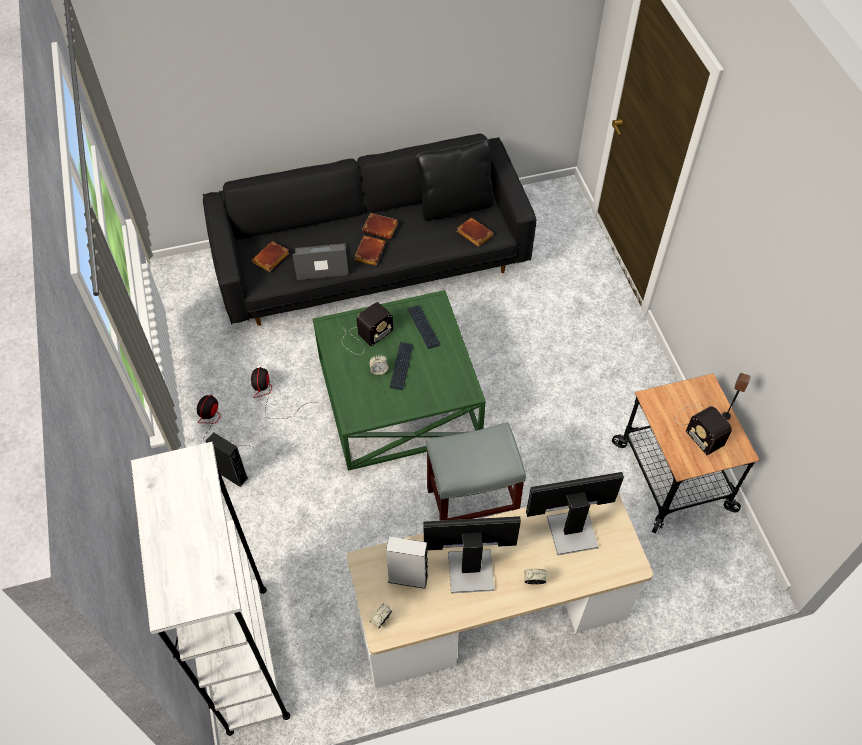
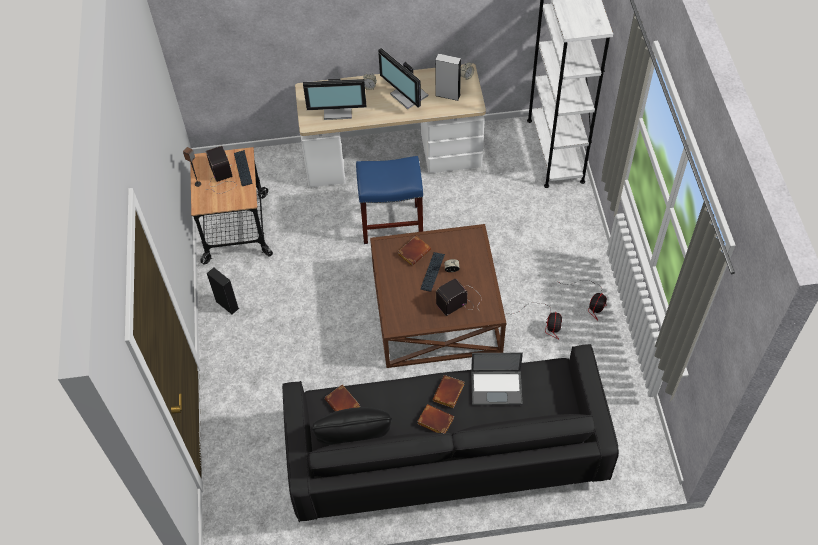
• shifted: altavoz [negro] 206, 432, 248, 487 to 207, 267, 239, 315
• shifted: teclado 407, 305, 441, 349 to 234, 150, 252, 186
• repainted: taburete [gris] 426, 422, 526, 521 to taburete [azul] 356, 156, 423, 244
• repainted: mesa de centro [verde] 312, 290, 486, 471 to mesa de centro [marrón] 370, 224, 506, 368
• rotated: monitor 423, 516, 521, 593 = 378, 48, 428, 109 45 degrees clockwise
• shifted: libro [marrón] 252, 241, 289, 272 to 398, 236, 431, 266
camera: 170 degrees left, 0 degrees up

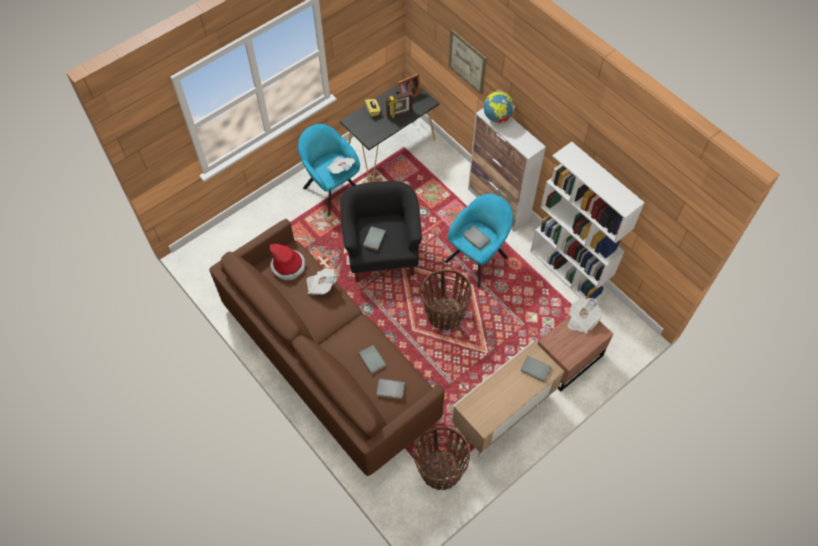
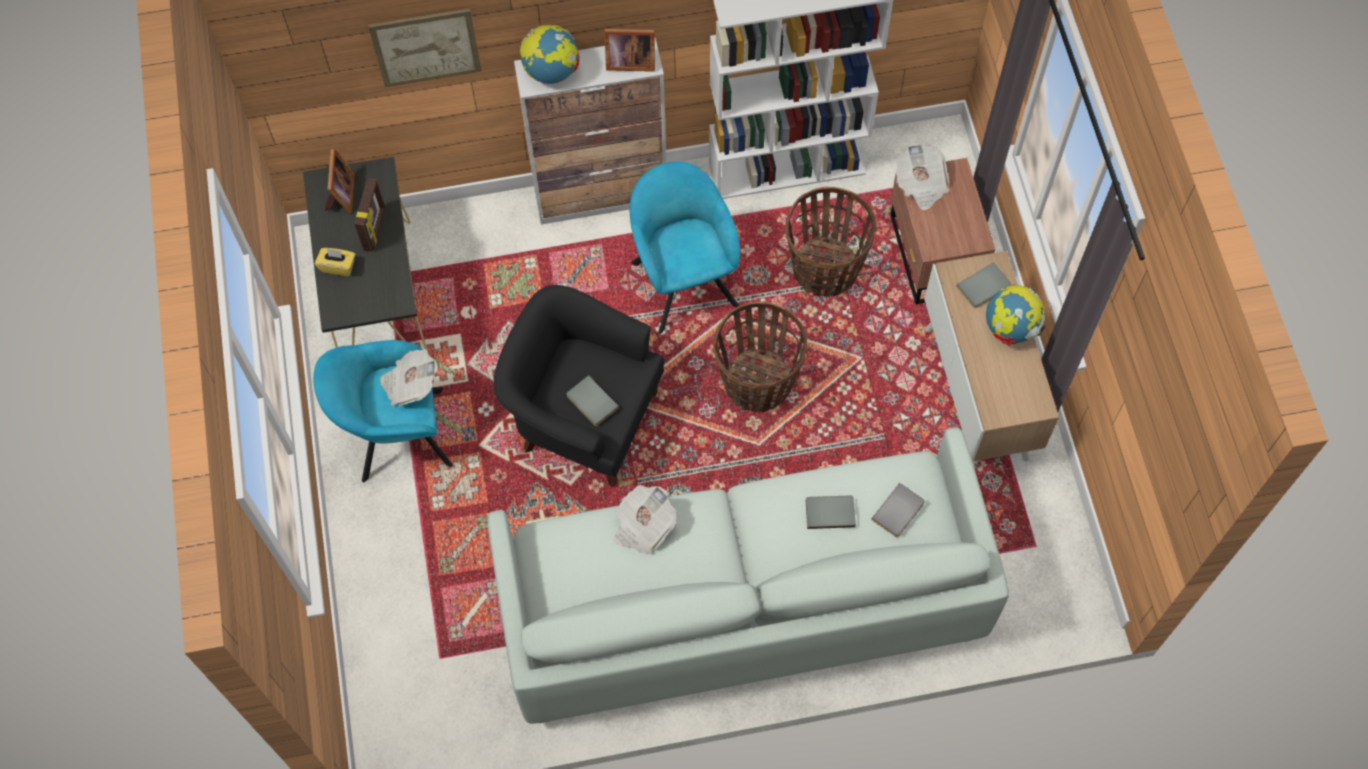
• repainted: sofá [marrón] 209, 219, 444, 476 to sofá [blanco] 488, 427, 1009, 724
• new: portarretratos 604, 29, 655, 72
• shifted: cesta 414, 427, 470, 490 to 785, 187, 877, 297
• new: globo terráqueo 986, 285, 1045, 346
• gone: sombrero 270, 244, 306, 280
• gone: libro [gris] 463, 225, 491, 250
camera: 60 degrees left, 5 degrees up

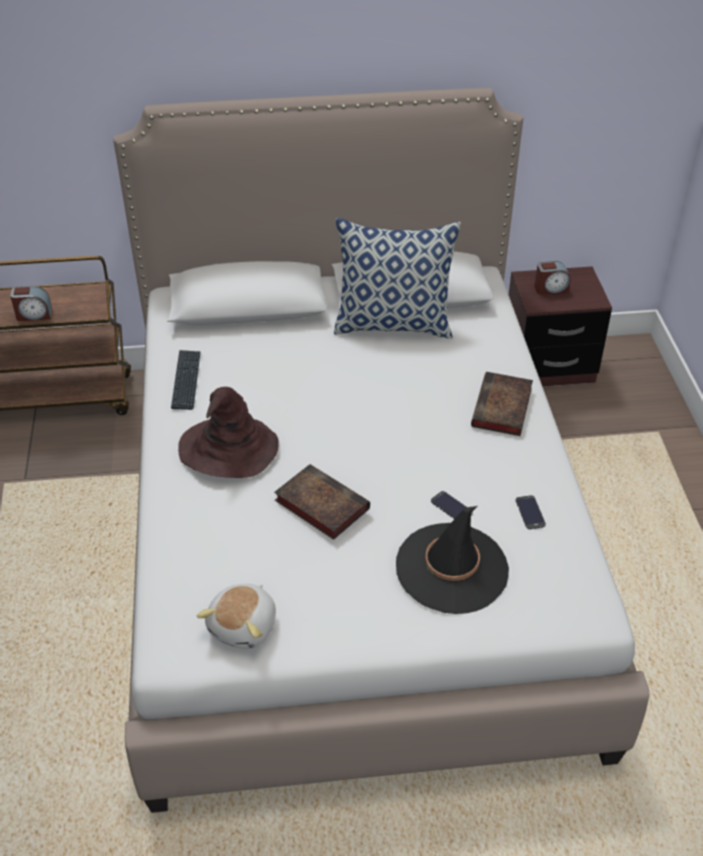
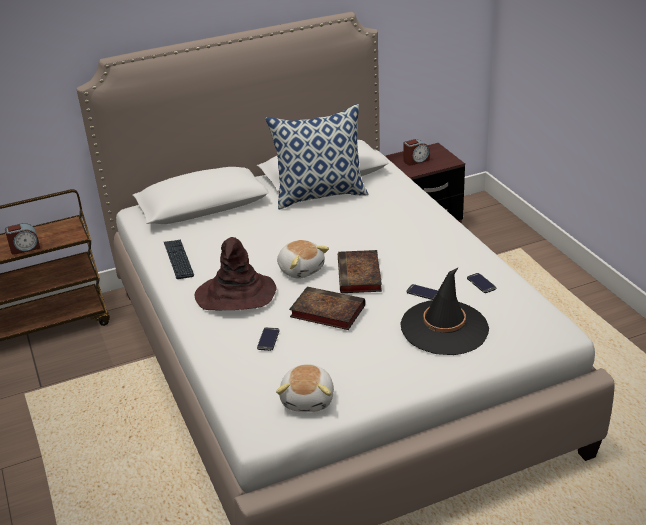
• new: móvil 257, 327, 279, 351
• new: peluche 277, 240, 329, 278
• shifted: libro 471, 372, 533, 436 to 338, 250, 382, 293
camera: 15 degrees left, 10 degrees down

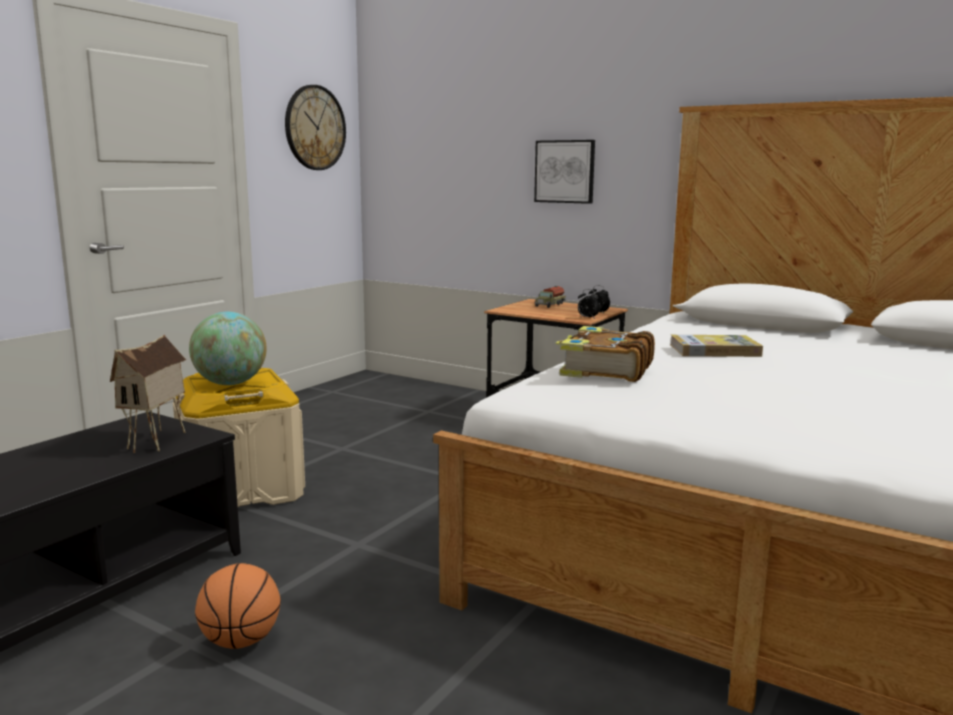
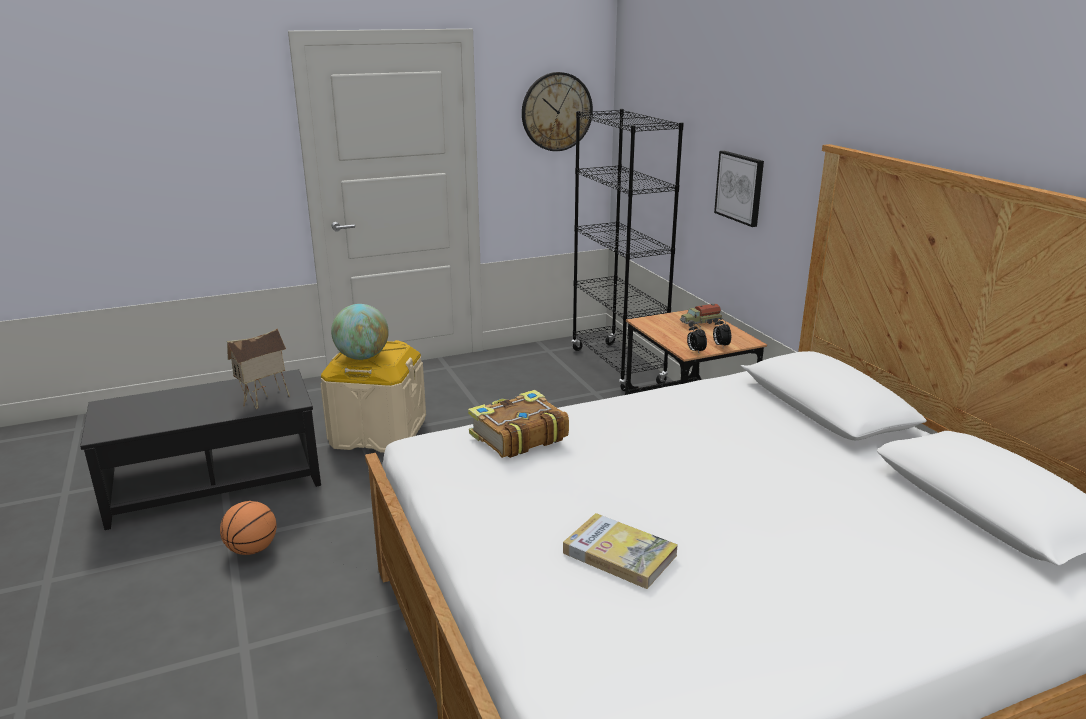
• shifted: libro 670, 335, 763, 357 to 563, 513, 678, 589
• new: estantería [negro] 571, 109, 684, 391
camera: 35 degrees right, 10 degrees up

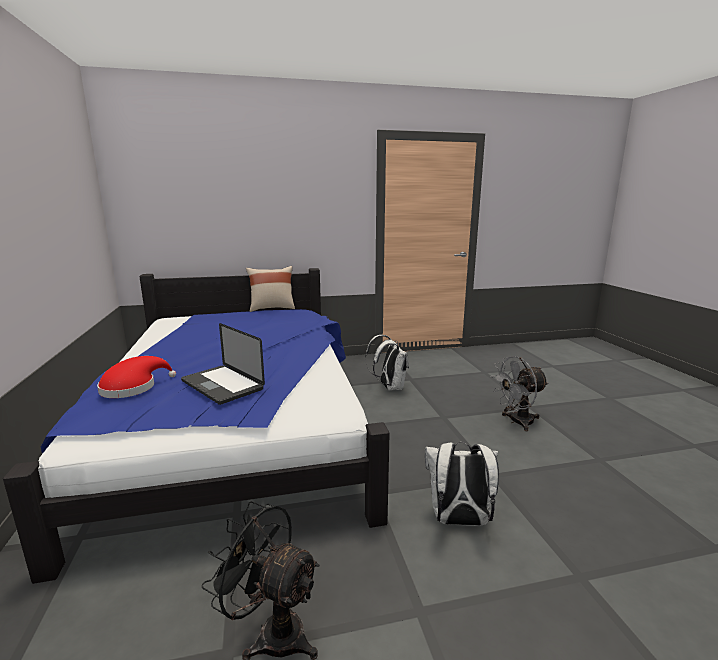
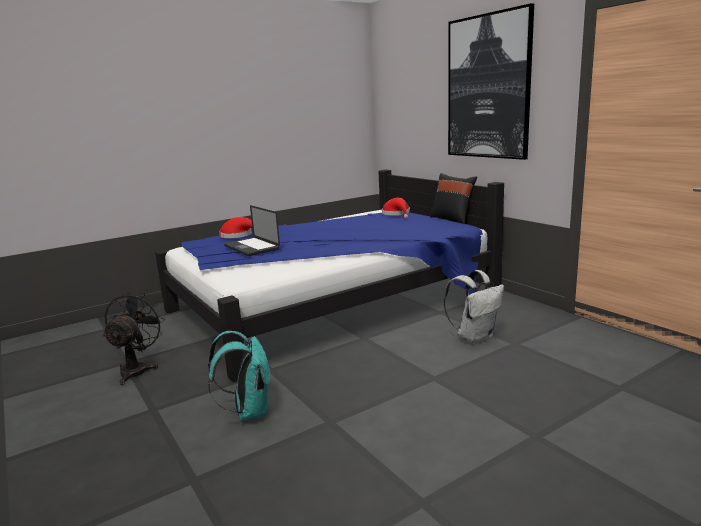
• repainted: mochila [blanco] 425, 442, 499, 526 to mochila [turquesa] 208, 331, 271, 420
• rotated: portátil 181, 323, 265, 405 = 224, 205, 280, 256 60 degrees counterclockwise
• new: sombrero [rojo] 382, 198, 410, 219
• repainted: cojín [beis] 246, 266, 295, 312 to cojín [negro] 430, 173, 477, 224
• new: cuadro 448, 3, 534, 160
• gone: ventilador [gris] 491, 356, 548, 431
camera: 70 degrees right, 0 degrees up

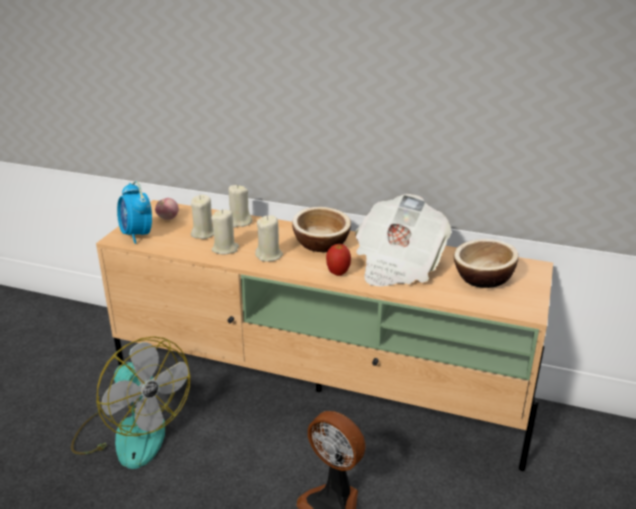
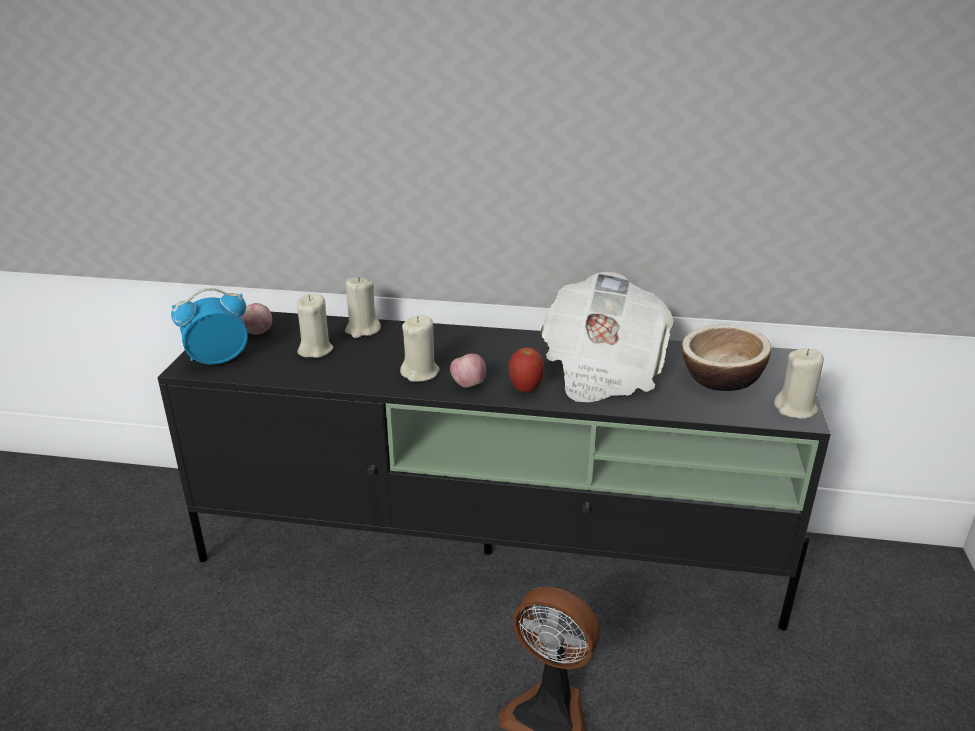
• repainted: mueble de televisión [beis] 96, 200, 553, 471 to mueble de televisión [negro] 157, 312, 831, 631
• rotated: despertador 117, 181, 152, 244 = 171, 288, 248, 365 105 degrees clockwise
• new: manzana 450, 354, 486, 388
• shifted: vela [beis] 211, 210, 239, 254 to 774, 348, 824, 419
• gone: ventilador 71, 336, 190, 469
• gone: cuenco 292, 207, 351, 253
camera: 10 degrees left, 0 degrees up

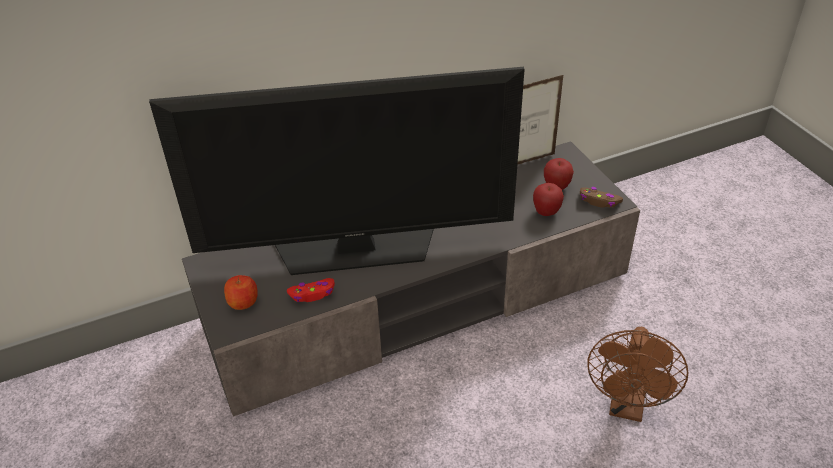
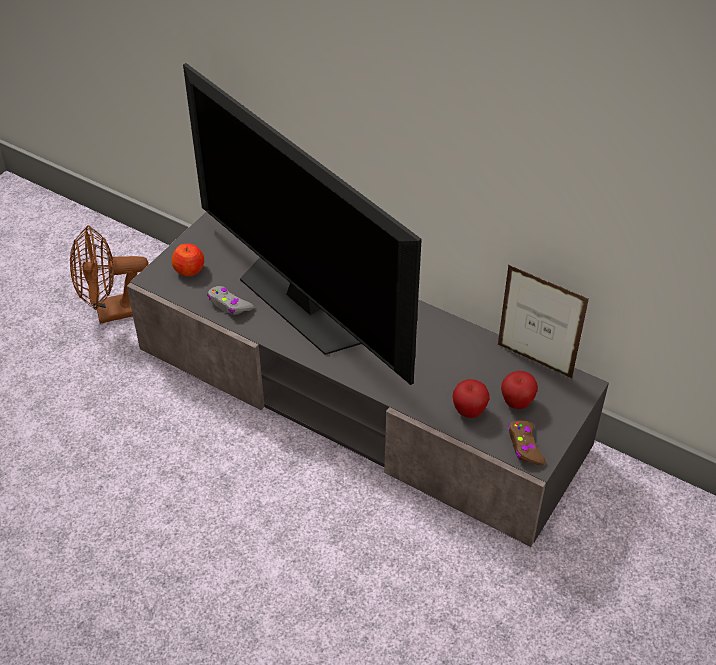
• shifted: ventilador [marrón] 587, 327, 689, 422 to 70, 225, 148, 324
• repainted: mando de consola [rojo] 287, 278, 335, 302 to mando de consola [gris] 207, 286, 254, 315
camera: 55 degrees right, 5 degrees up

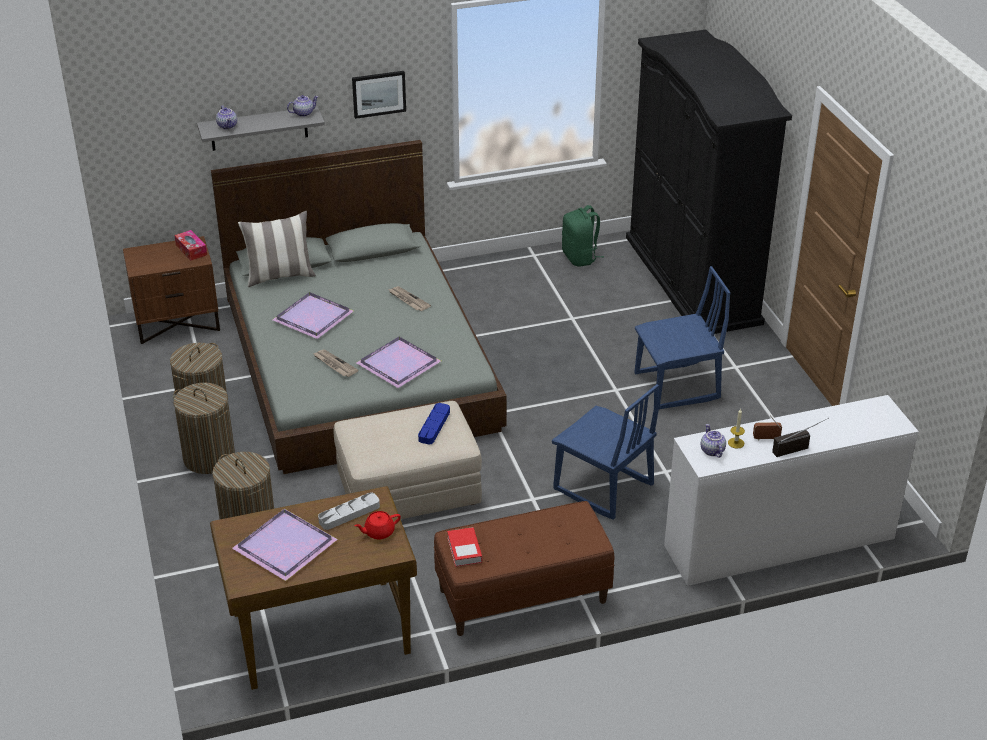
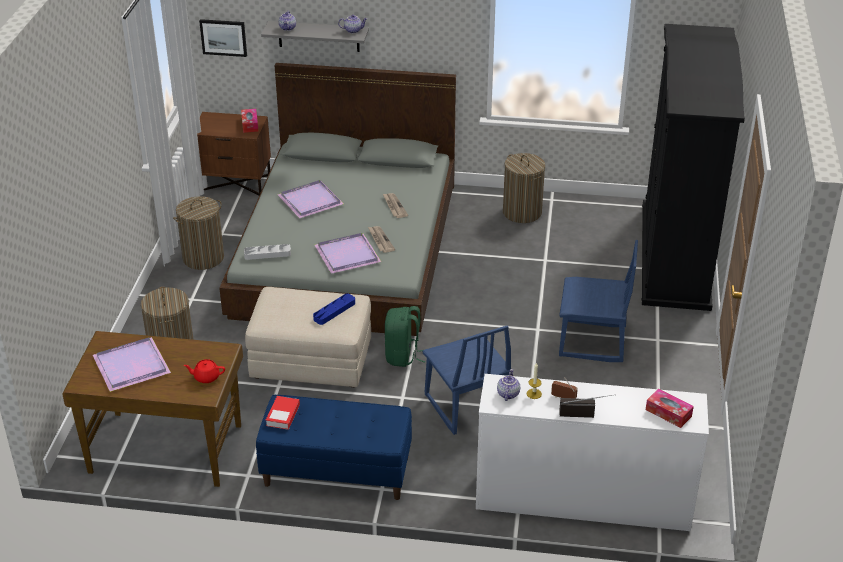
• shifted: cuadro 352, 71, 406, 119 to 199, 19, 247, 57
• shifted: bandeja [gris] 318, 493, 380, 530 to 244, 244, 291, 260
• repainted: banco [marrón] 434, 501, 614, 636 to banco [azul] 256, 395, 412, 500
• shifted: periódico 313, 350, 359, 377 to 368, 226, 395, 253
• shifted: mochila [verde] 562, 205, 604, 267 to 385, 306, 425, 367
• shifted: cesto de la ropa 173, 383, 235, 474 to 503, 153, 545, 223
• new: caja de pañuelos 646, 389, 694, 428
• gone: cojín 238, 211, 316, 287
camera: 25 degrees right, 0 degrees up

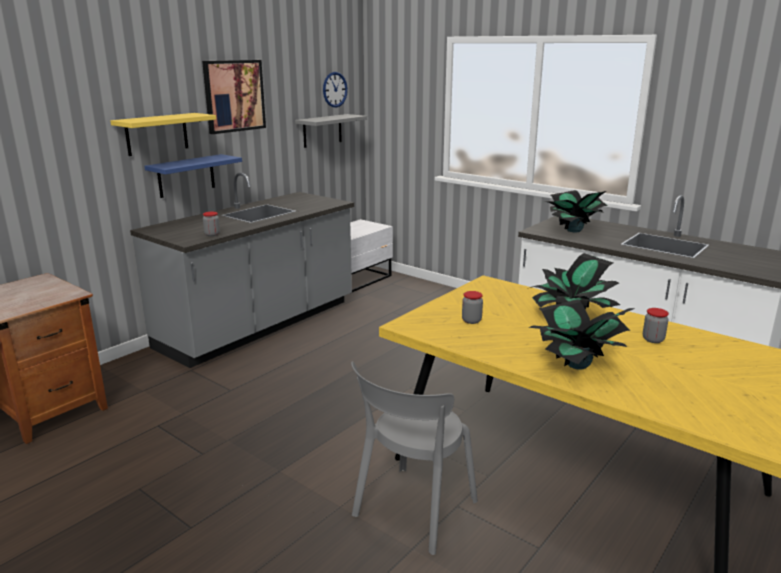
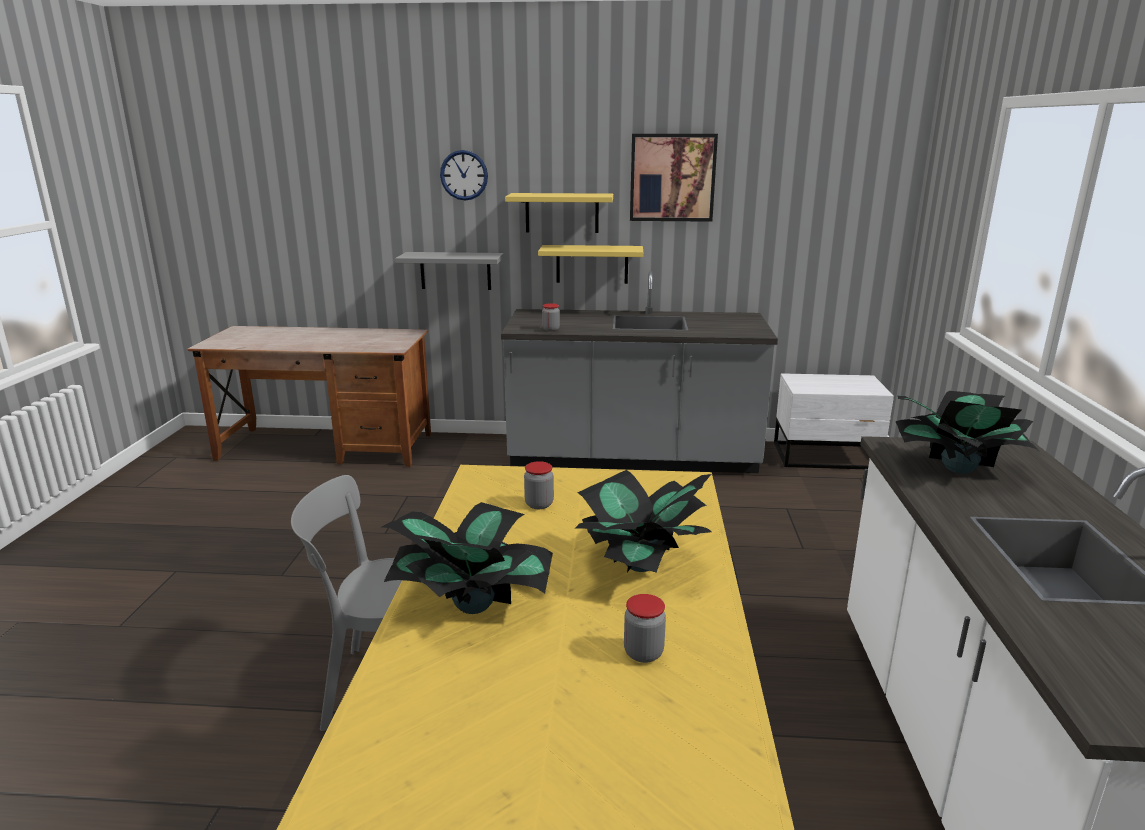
• shifted: estante [gris] 295, 114, 368, 148 to 395, 252, 504, 290
• shifted: reloj de pared 323, 72, 348, 108 to 440, 150, 488, 200
• repainted: estante [azul] 144, 154, 242, 198 to estante [amarillo] 538, 245, 643, 284
camera: 55 degrees right, 0 degrees up

